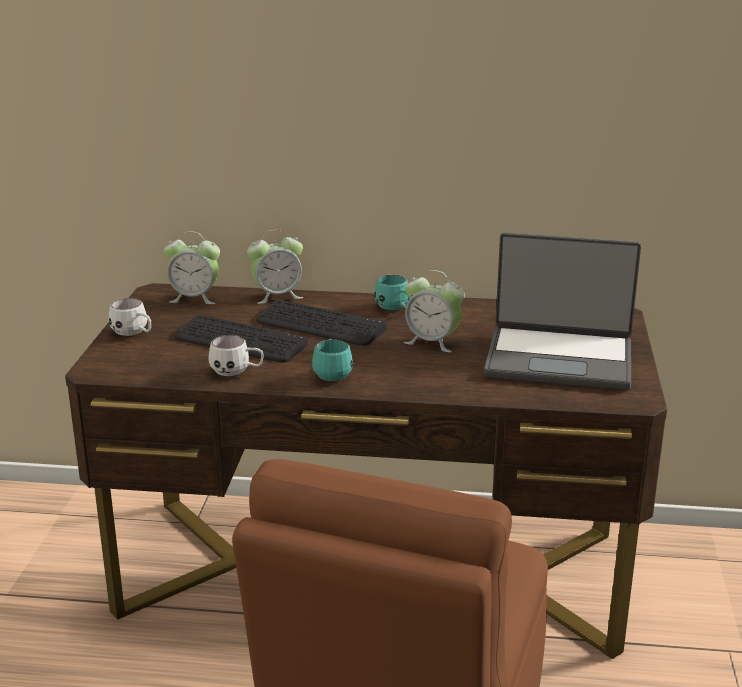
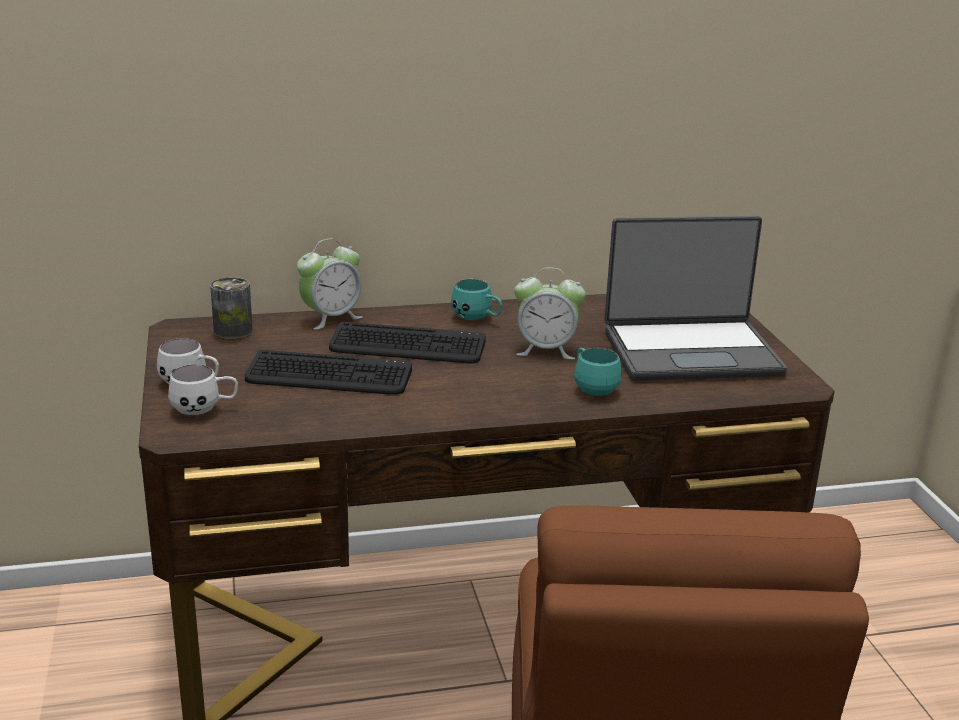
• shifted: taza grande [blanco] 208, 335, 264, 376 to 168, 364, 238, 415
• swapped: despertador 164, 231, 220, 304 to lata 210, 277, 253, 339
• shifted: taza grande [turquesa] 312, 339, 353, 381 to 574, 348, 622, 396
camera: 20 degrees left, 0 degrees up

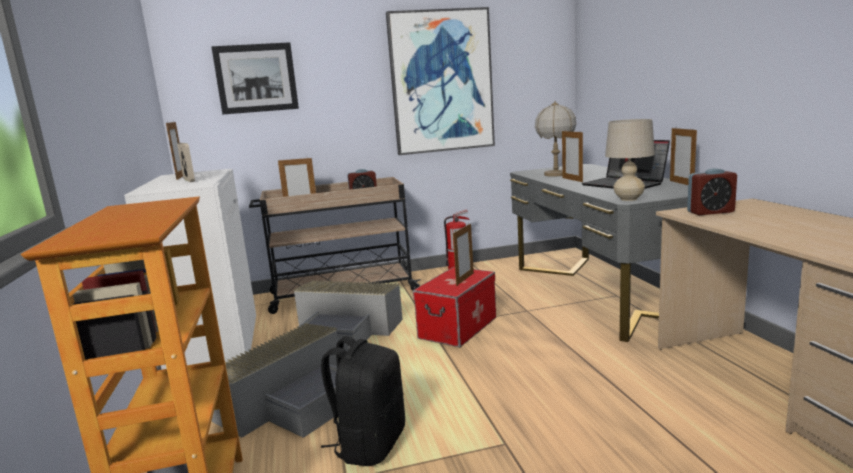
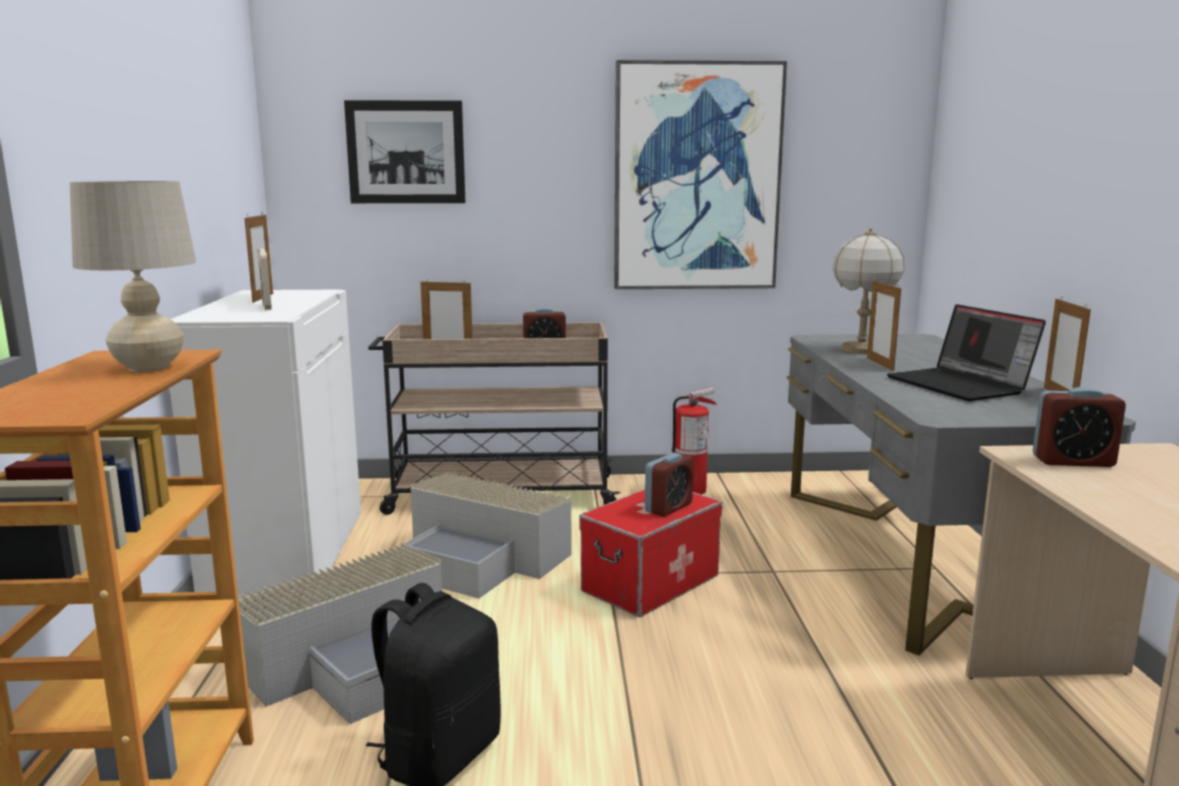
• shifted: lámpara de mesa [beis] 605, 119, 655, 201 to 70, 181, 196, 372
• swapped: portarretratos 453, 223, 474, 286 to despertador 645, 452, 694, 517
camera: 10 degrees right, 0 degrees up

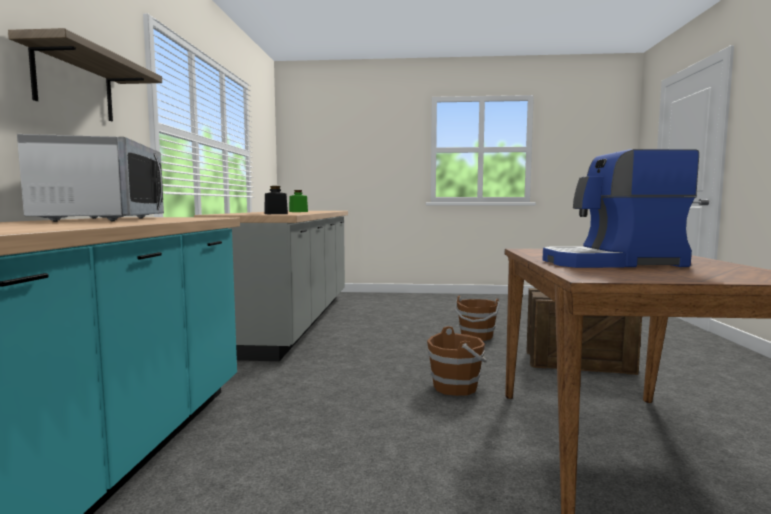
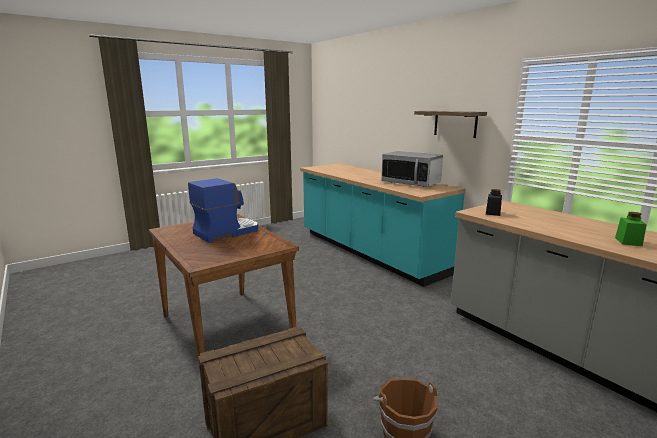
• gone: cubo [marrón] 427, 326, 487, 396
camera: 140 degrees right, 10 degrees up

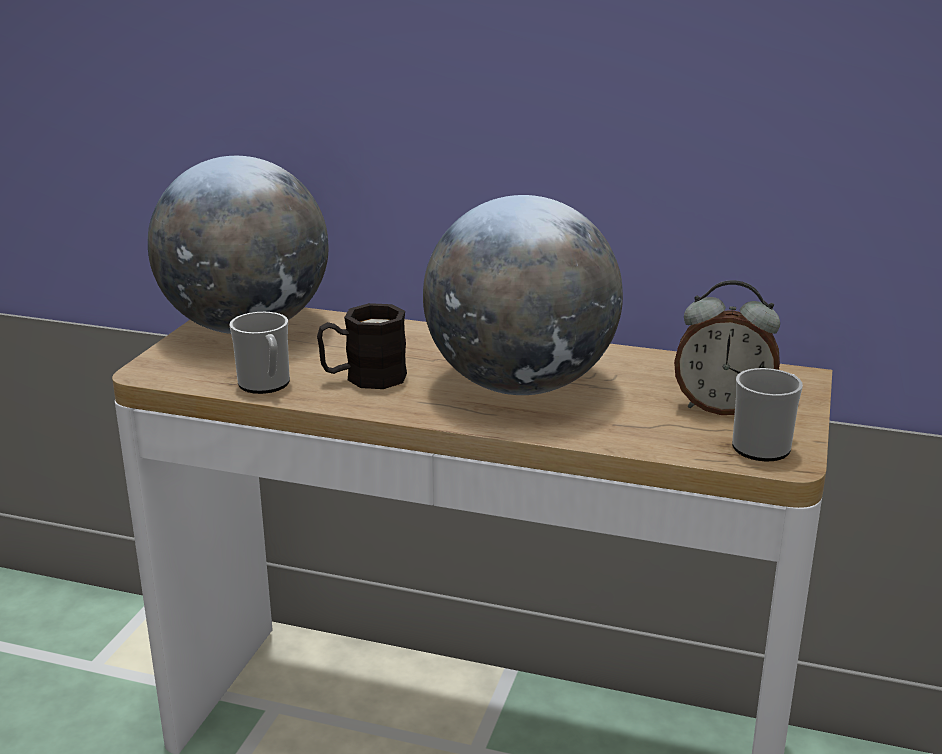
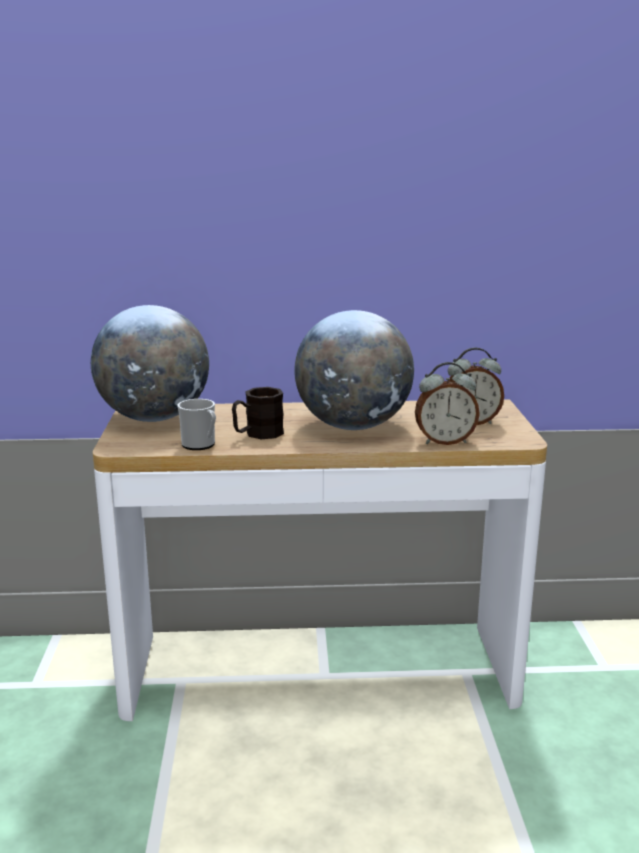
• new: despertador 415, 362, 480, 445
• gone: taza grande 732, 368, 803, 461
camera: 20 degrees left, 5 degrees down

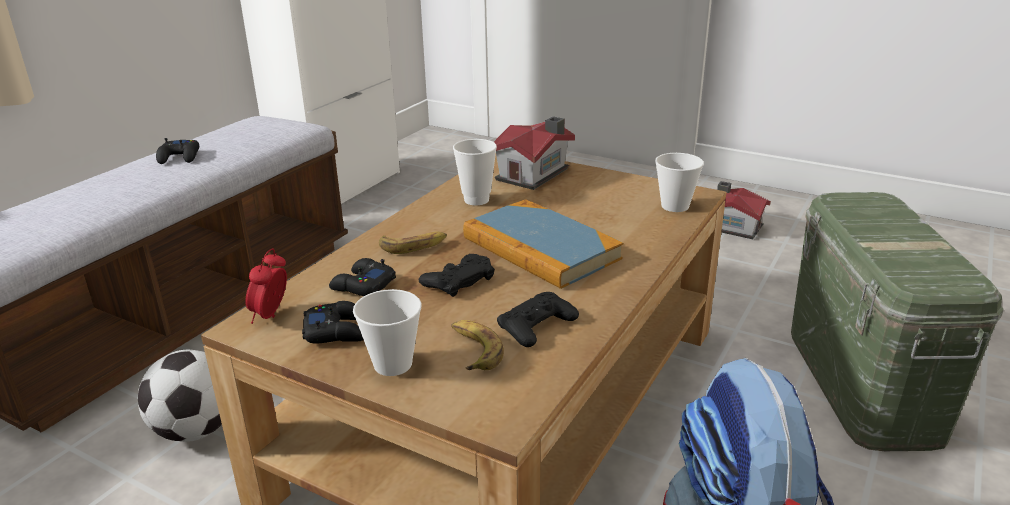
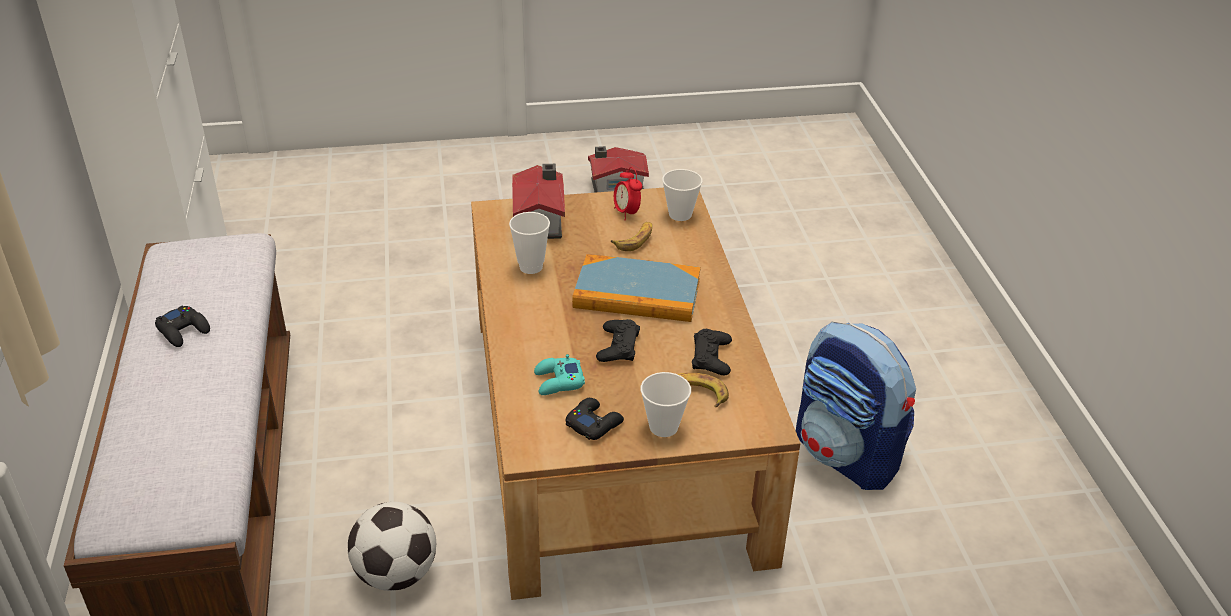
• repainted: mando de consola [negro] 329, 258, 396, 296 to mando de consola [turquesa] 534, 354, 585, 395
• shifted: plátano 379, 232, 447, 254 to 611, 222, 652, 251
• shifted: despertador 245, 248, 287, 324 to 614, 167, 642, 220
• gone: caja de almacenaje [verde] 791, 192, 1004, 451
camera: 40 degrees left, 10 degrees up

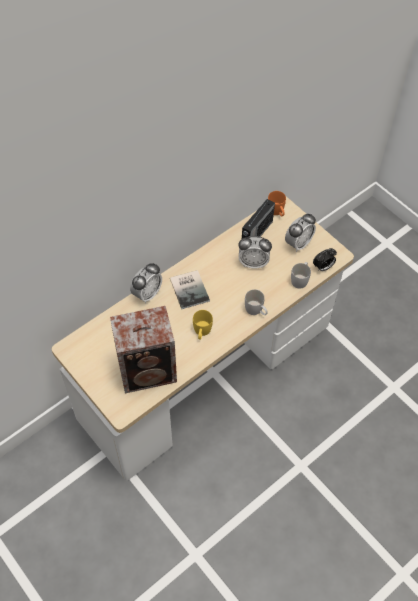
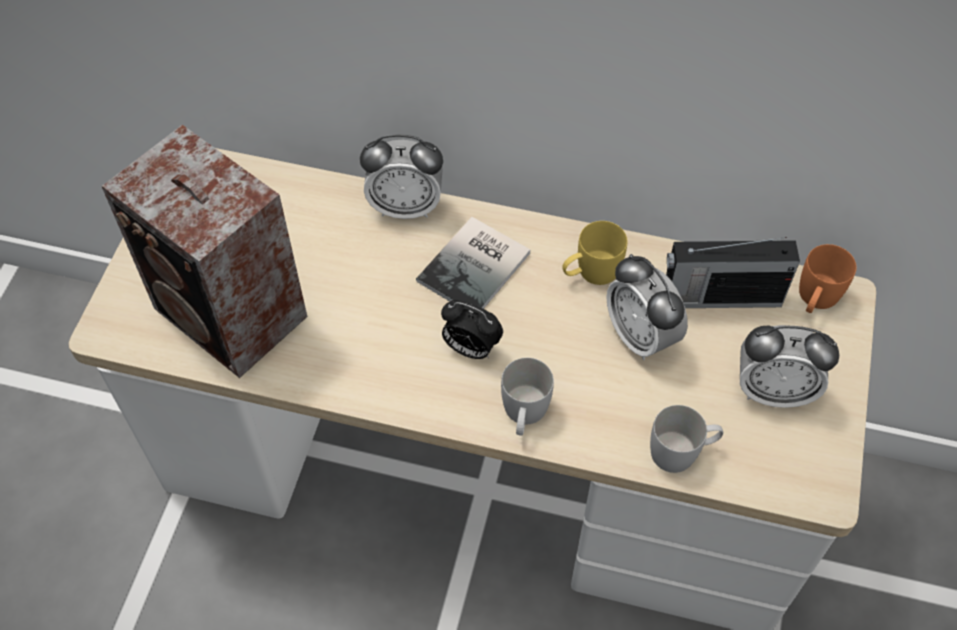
• shifted: despertador 313, 248, 337, 271 to 441, 300, 503, 359
• shifted: taza grande [amarillo] 193, 310, 213, 340 to 562, 221, 627, 285
camera: 55 degrees right, 0 degrees up

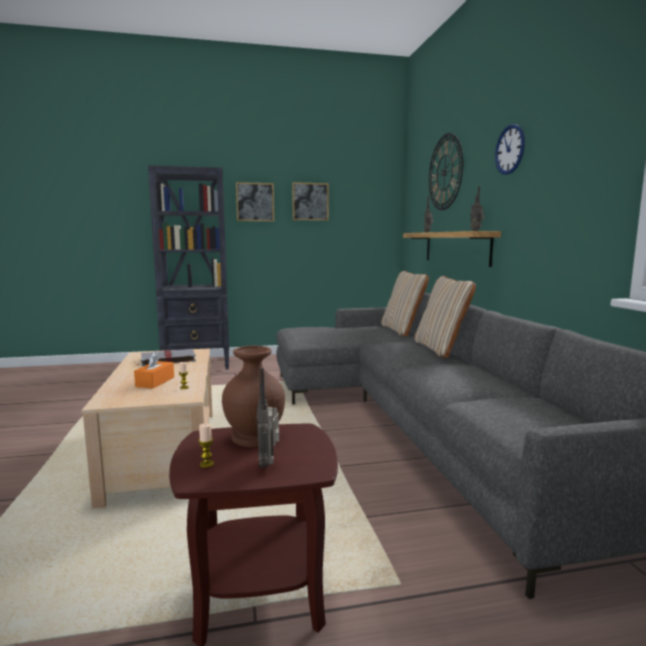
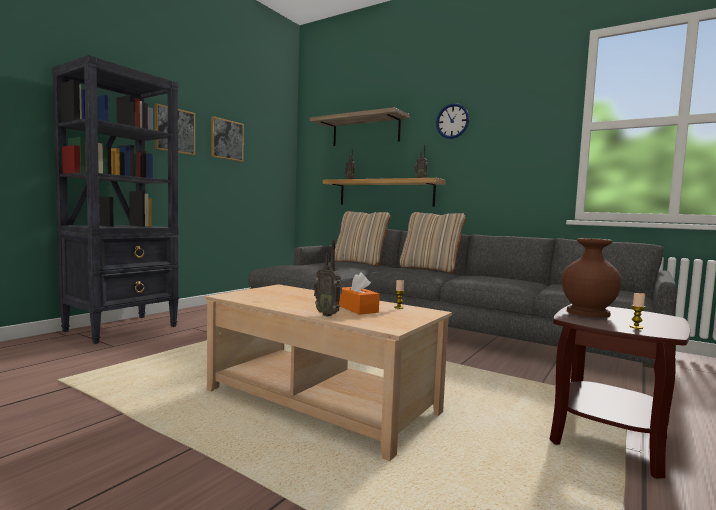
• swapped: reloj de pared 429, 133, 463, 210 to estante 310, 107, 410, 146
• shifted: radio 257, 367, 279, 468 to 314, 240, 342, 317
• gone: libro [gris] 137, 349, 196, 366
camera: 45 degrees left, 5 degrees down

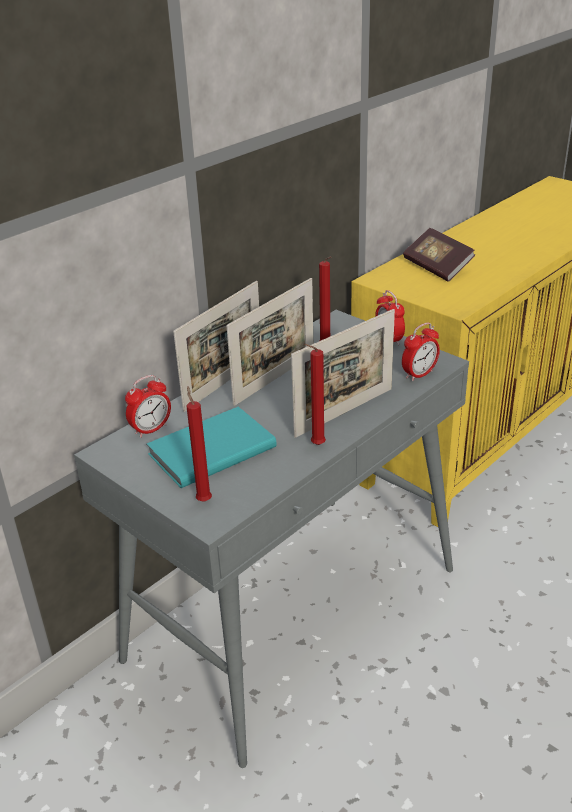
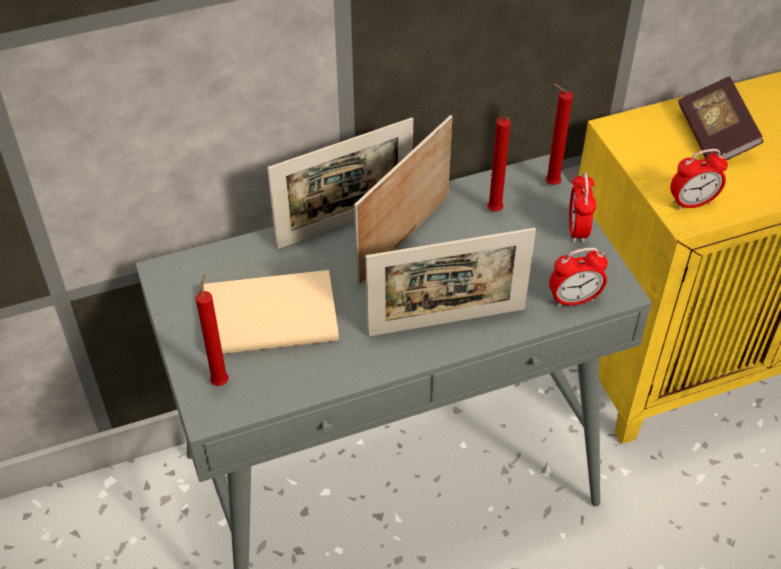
• repainted: libro [turquesa] 147, 407, 277, 488 to libro [beis] 203, 270, 339, 354
• rotated: portarretratos 226, 278, 313, 406 = 354, 115, 452, 285 150 degrees clockwise
• shifted: vela [rojo] 304, 344, 326, 445 to 545, 83, 573, 185
• shifted: despertador 125, 375, 171, 438 to 670, 149, 728, 210
camera: 25 degrees right, 15 degrees up

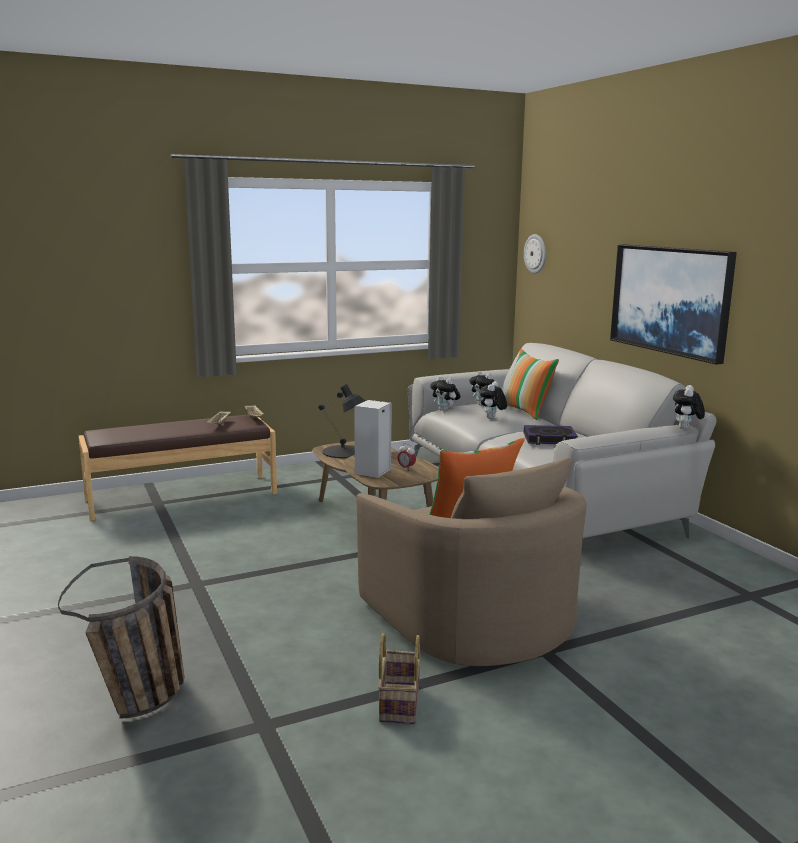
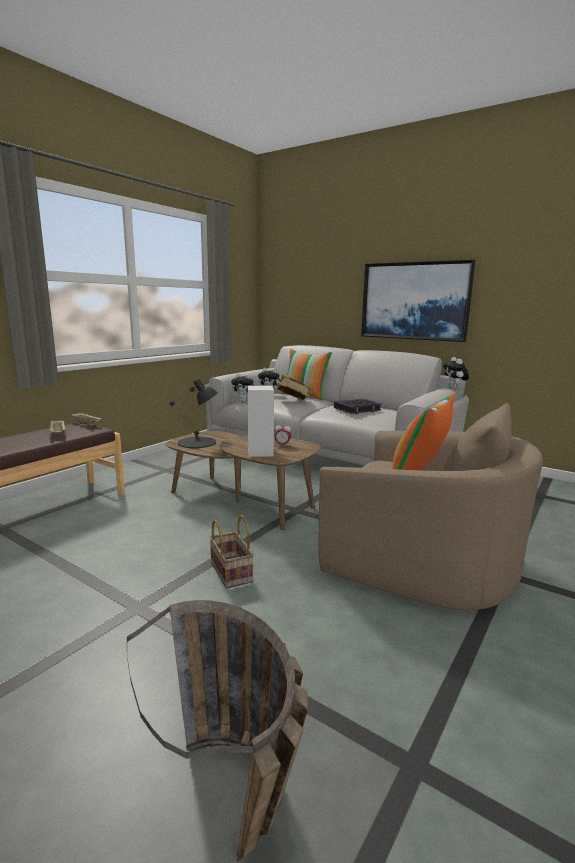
• shifted: cesta 378, 633, 421, 724 to 210, 515, 254, 589
• swapped: peluche 480, 381, 507, 419 to libro 275, 374, 312, 400
• gone: reloj de pared 524, 234, 546, 274
camera: 30 degrees left, 0 degrees up

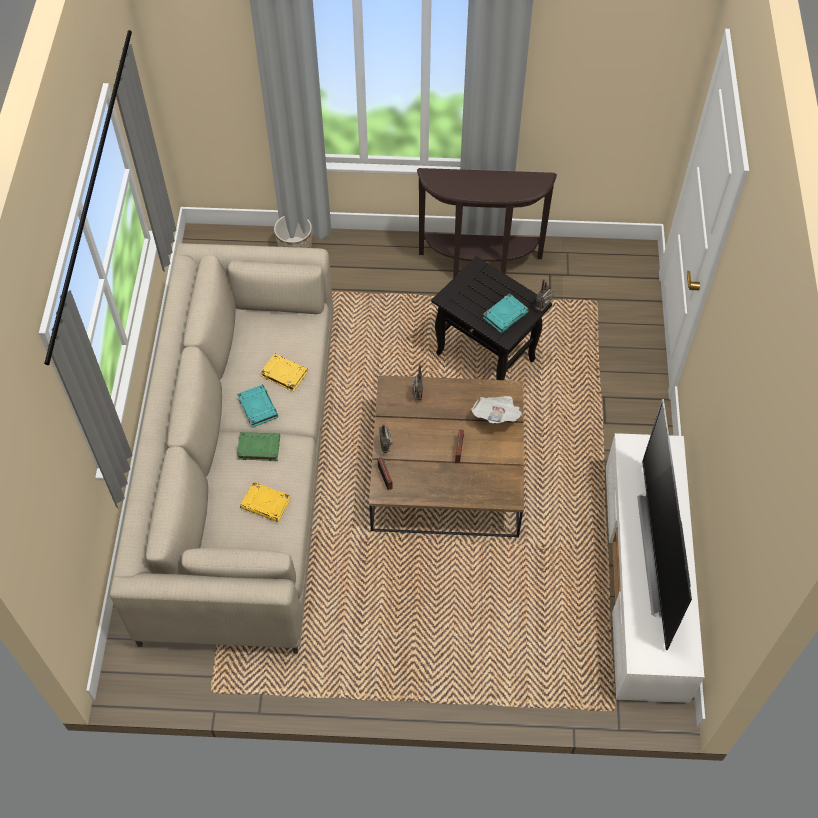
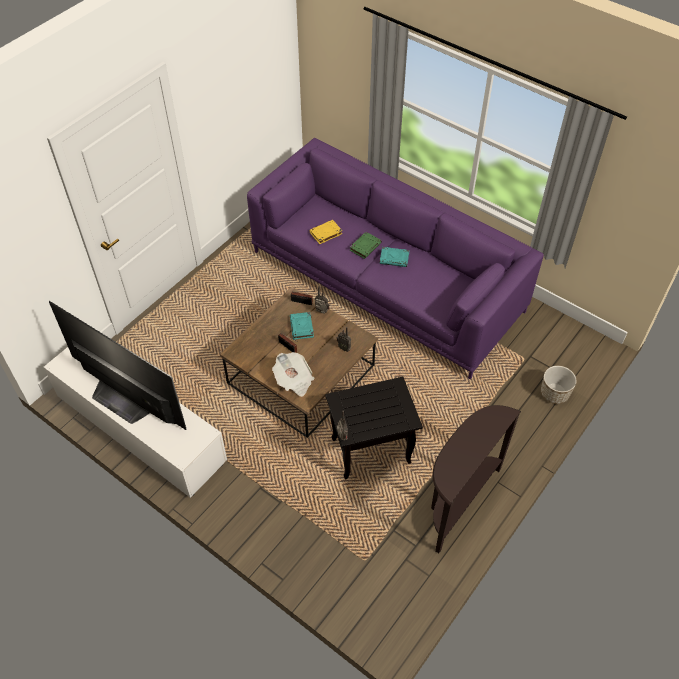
• repainted: sofá [beis] 110, 243, 334, 654 to sofá [morado] 247, 138, 544, 379
• shifted: libro [turquesa] 483, 293, 529, 333 to 290, 312, 314, 340
• gone: libro [amarillo] 260, 354, 308, 392
camera: 125 degrees right, 5 degrees down

